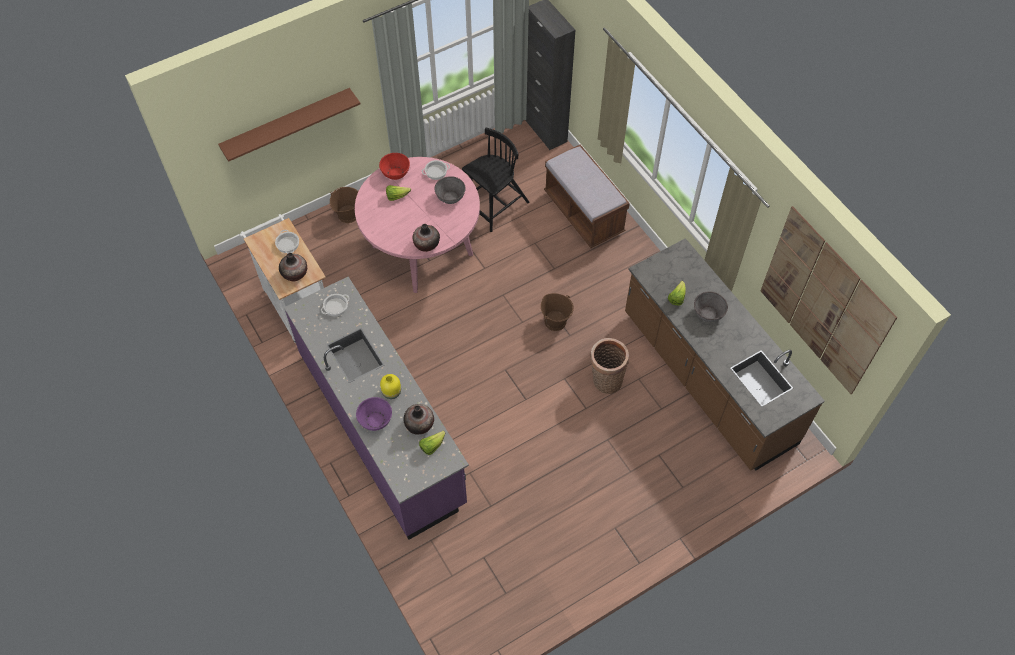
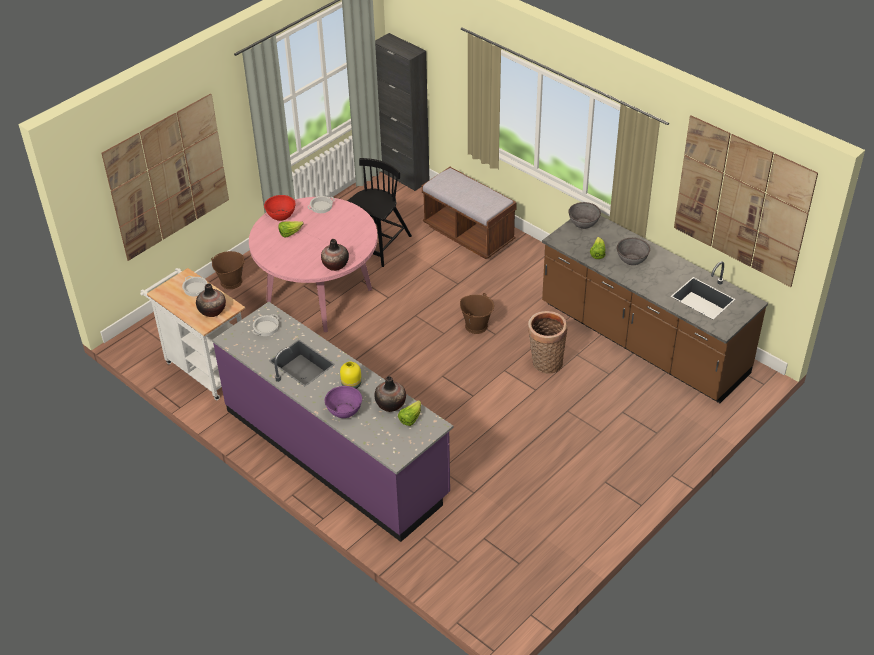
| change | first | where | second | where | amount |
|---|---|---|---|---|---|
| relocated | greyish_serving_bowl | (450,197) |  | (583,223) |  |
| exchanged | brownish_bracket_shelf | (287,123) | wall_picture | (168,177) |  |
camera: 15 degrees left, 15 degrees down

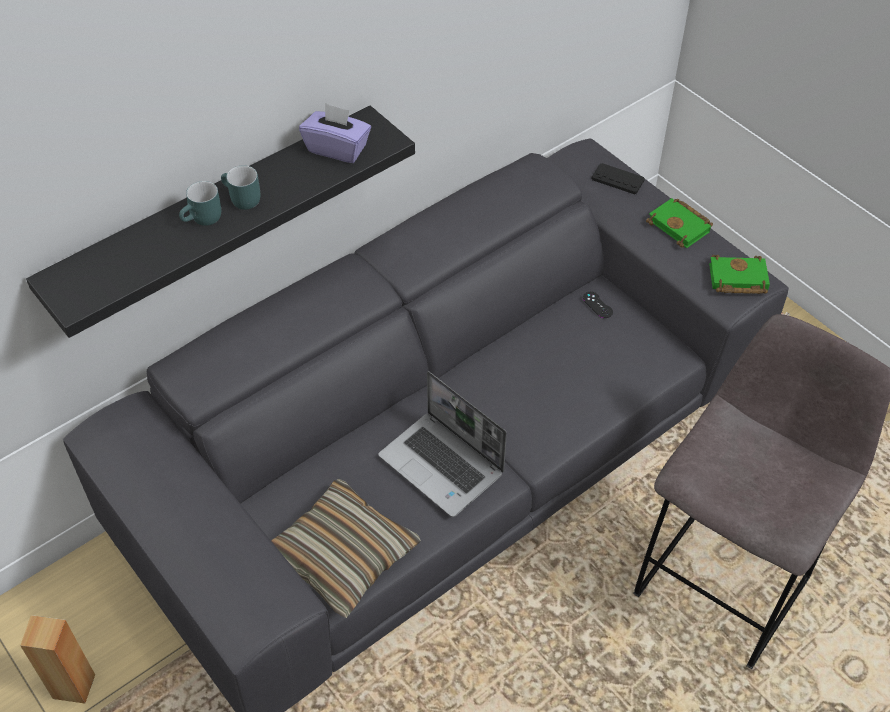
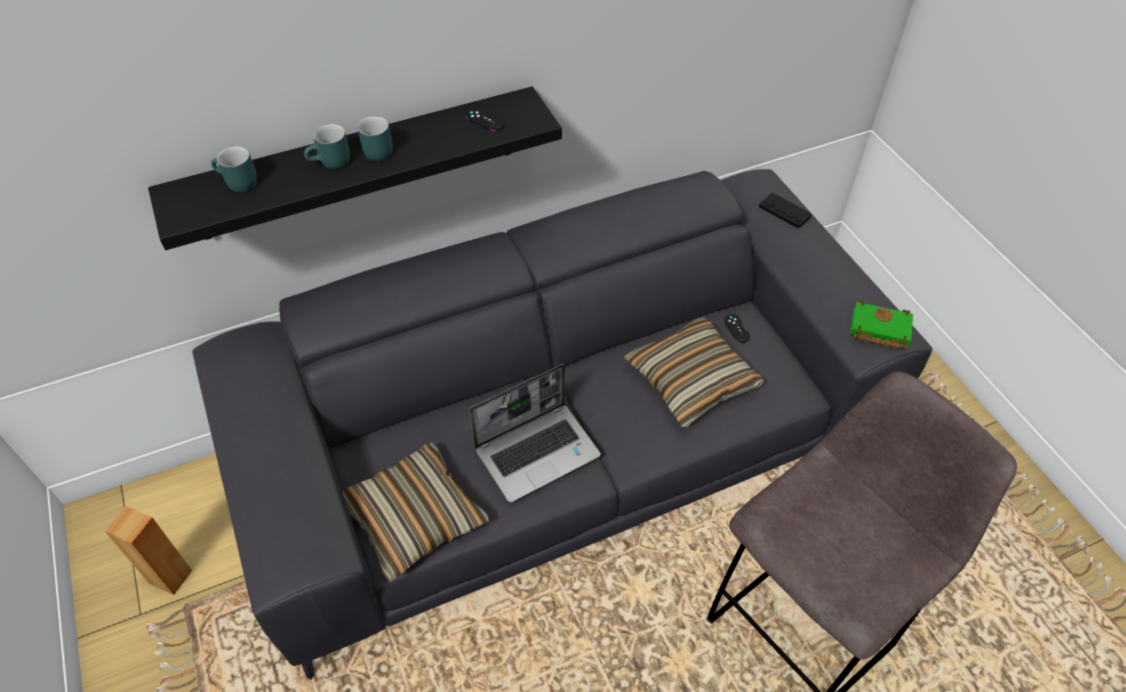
| change | first | where | second | where | amount |
|---|---|---|---|---|---|
| missing | green-coloured_volume | (681,226) |  |  |  |
| appeared |  |  | turquoise-coloured_tea_mug | (237,184) |  |
| appeared |  |  | cushion | (691,380) |  |
| exchanged | purplish_box_of_tissues | (337,148) | black-coloured_gamepad | (485,120) |  |
| spun | notebook_computer | (443,465) |  | (538,451) | 90 degrees counterclockwise |
camera: 15 degrees right, 0 degrees up

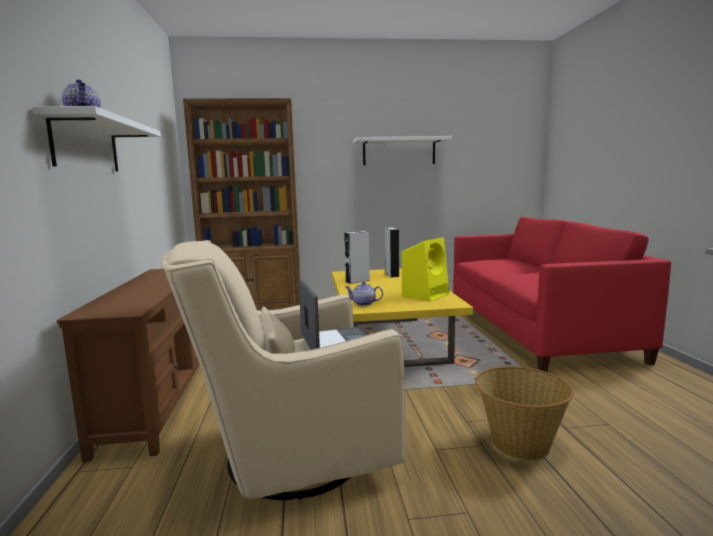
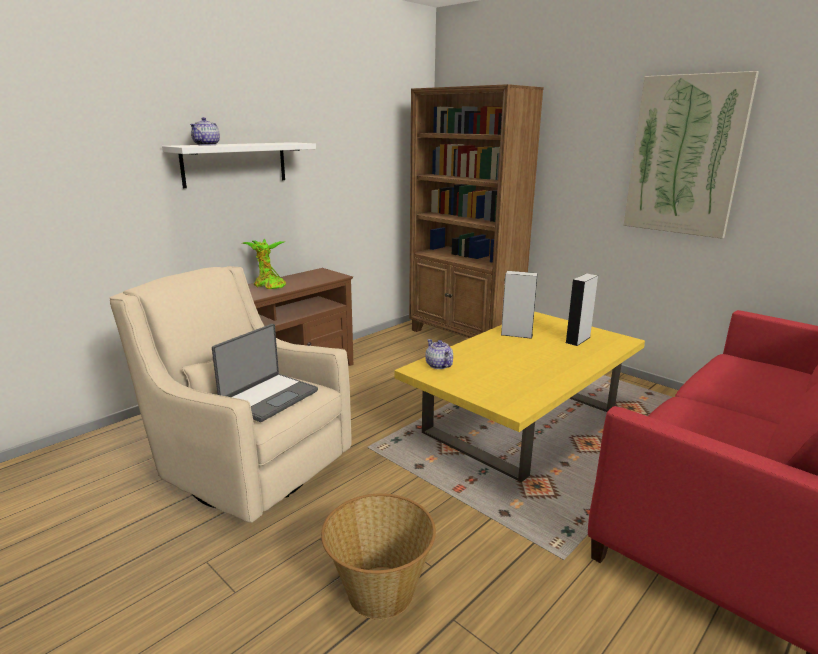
| change | first | where | second | where | amount |
|---|---|---|---|---|---|
| missing | yellow-coloured_loudspeaker | (426,295) |  |  |  |
| appeared |  |  | houseplant | (268,286) |  |
| exchanged | white-coloured_bracket_shelf | (399,152) | wall_picture | (685,156) |  |
camera: 50 degrees right, 10 degrees up

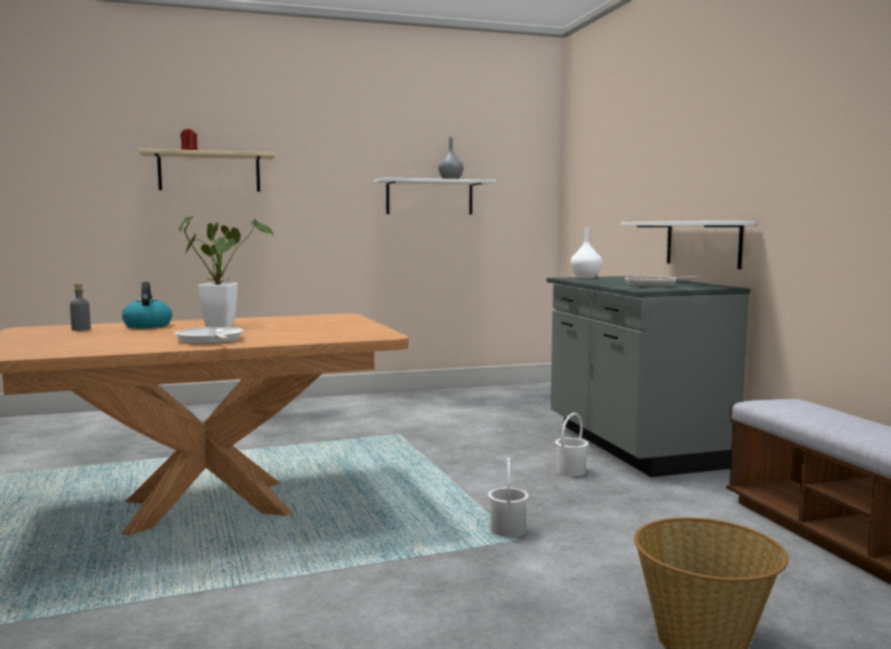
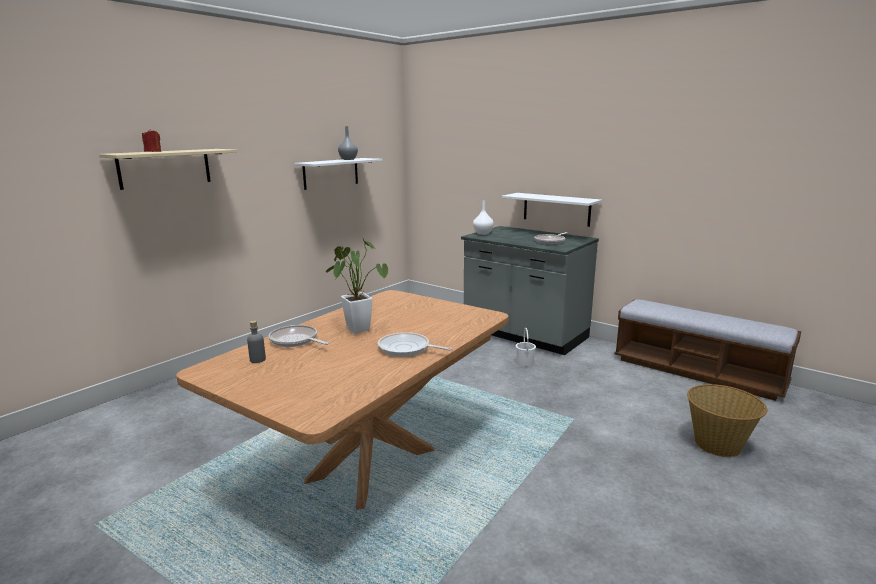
| change | first | where | second | where | amount |
|---|---|---|---|---|---|
| missing | white-coloured_pail | (508,530) |  |  |  |
| exchanged | kettle | (147,325) | frying_pan | (295,341) |  |
camera: 35 degrees left, 10 degrees up

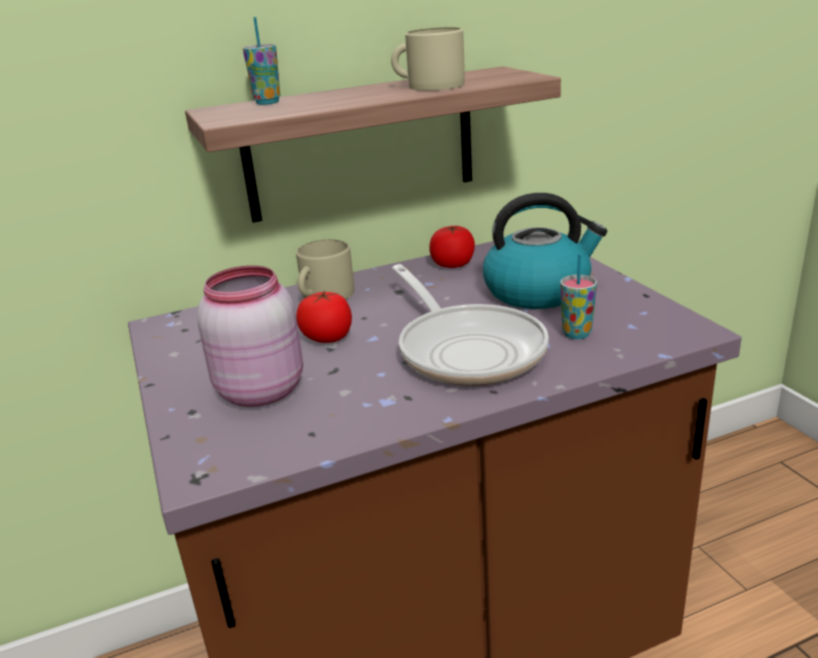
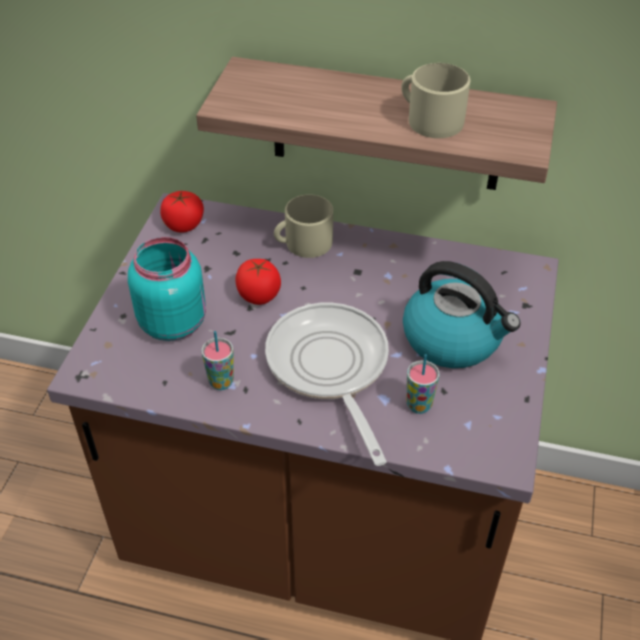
| change | first | where | second | where | amount |
|---|---|---|---|---|---|
| relocated | cup | (267,102) |  | (221,382) |  |
| relocated | tomato | (453,264) |  | (184,225) |  |
| colour | pink_storage_jar | (259,390) | turquoise-coloured_storage_jar | (173,321) |  |
| spun | frying_pan | (466,349) |  | (330,368) | 150 degrees clockwise |
camera: 35 degrees right, 20 degrees up

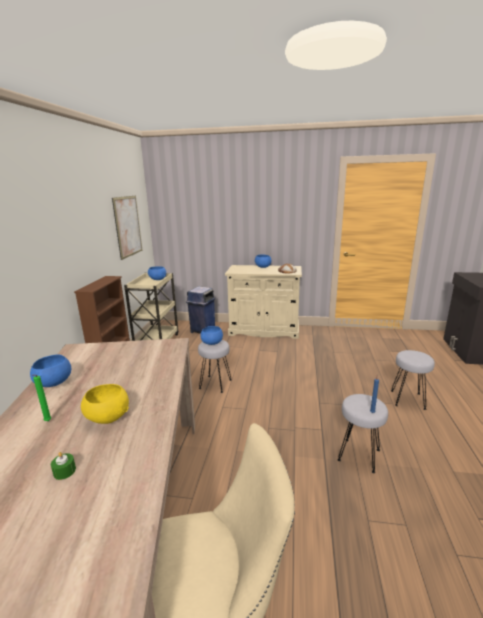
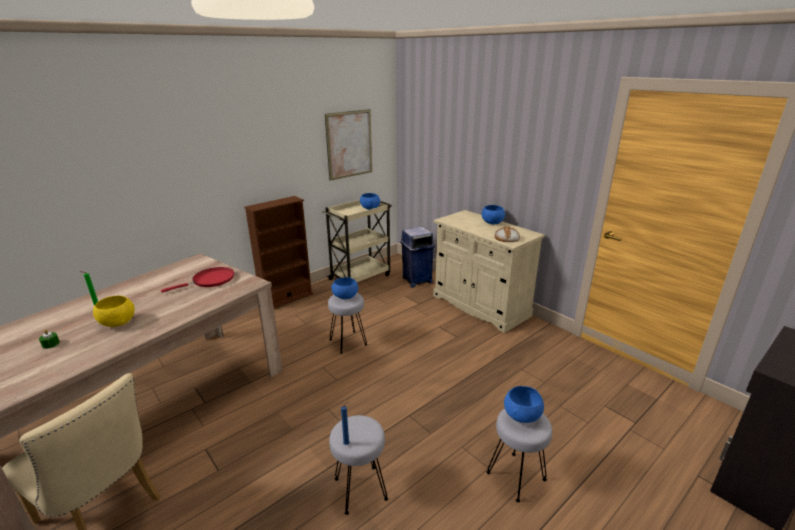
| change | first | where | second | where | amount |
|---|---|---|---|---|---|
| appeared |  |  | reddish_frying_pan | (210,280) |  |
| relocated | blue-coloured_serving_bowl | (54,384) |  | (522,417) |  |
camera: 40 degrees right, 5 degrees up

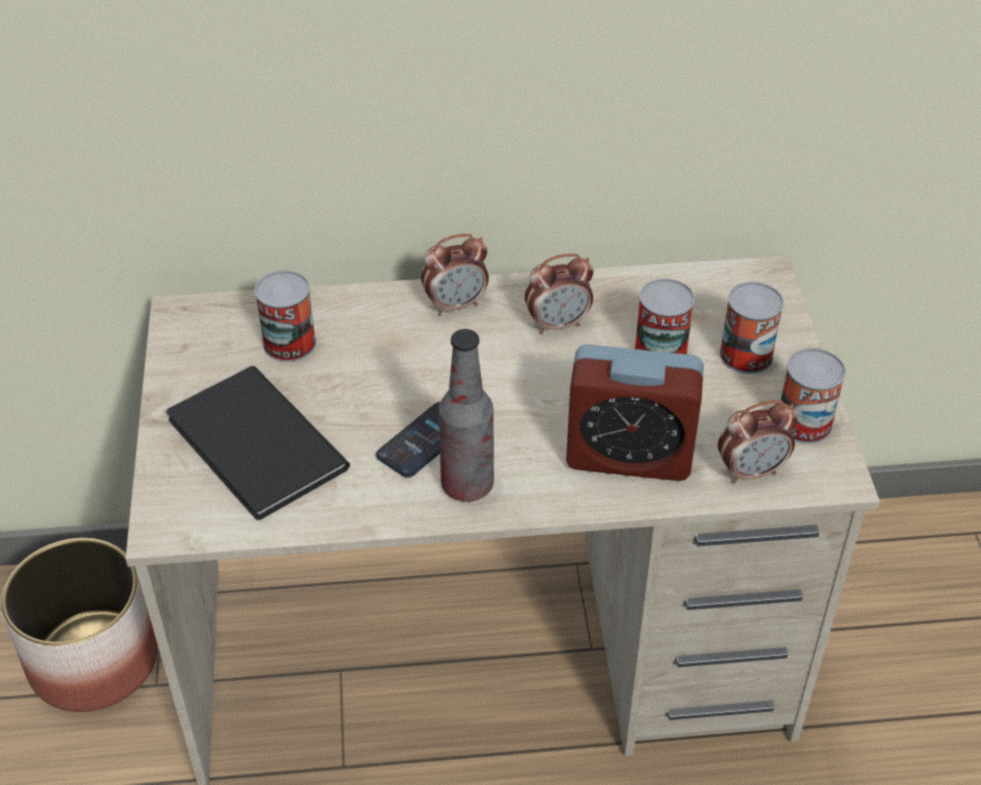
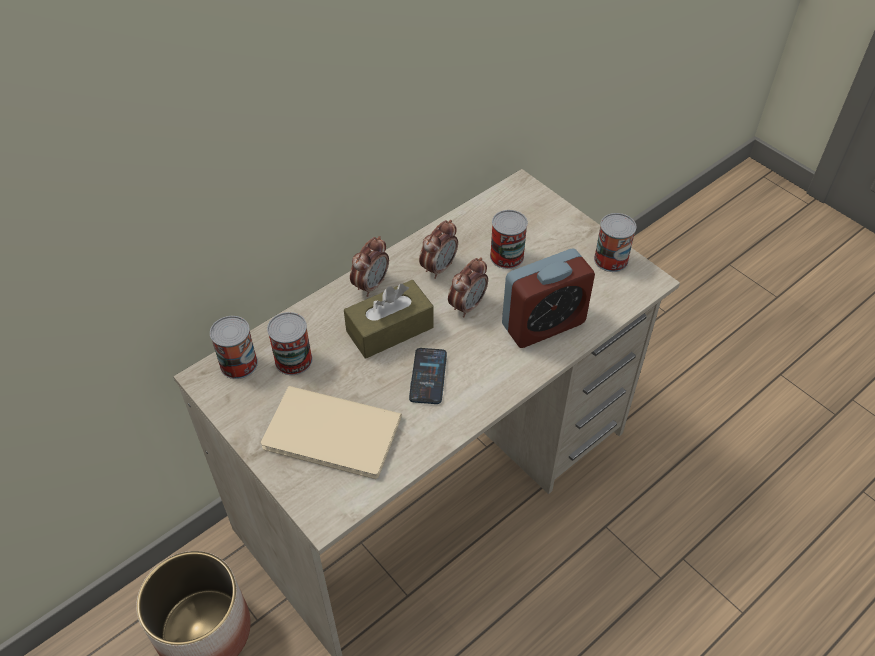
| change | first | where | second | where | amount |
|---|---|---|---|---|---|
| missing | drink_bottle | (467,485) |  |  |  |
| appeared |  |  | brownish_box_of_tissues | (389,329) |  |
| relocated | table_clock | (751,471) |  | (467,306) |  |
| relocated | can | (746,355) |  | (238,363) |  |
| colour | black-coloured_volume | (255,448) | beige_volume | (334,436) |  |
camera: 35 degrees left, 5 degrees up

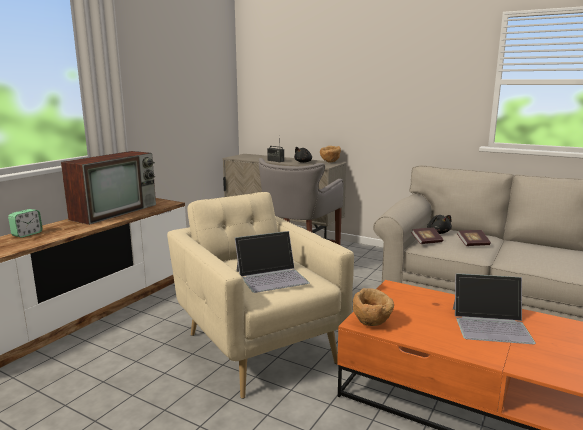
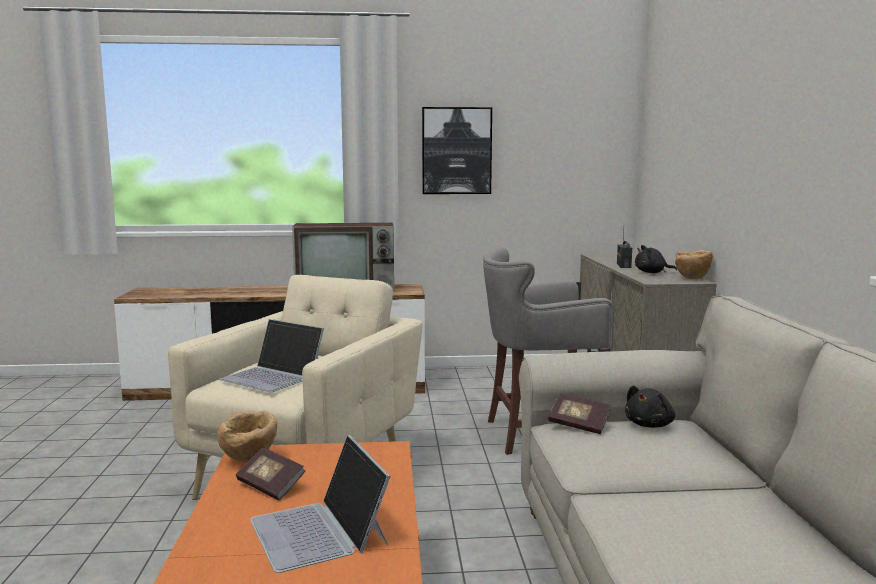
| change | first | where | second | where | amount |
|---|---|---|---|---|---|
| missing | table_clock | (27,234) |  |  |  |
| appeared |  |  | wall_picture | (456,151) |  |
| relocated | volume | (473,244) |  | (270,486) |  |
camera: 55 degrees right, 5 degrees down

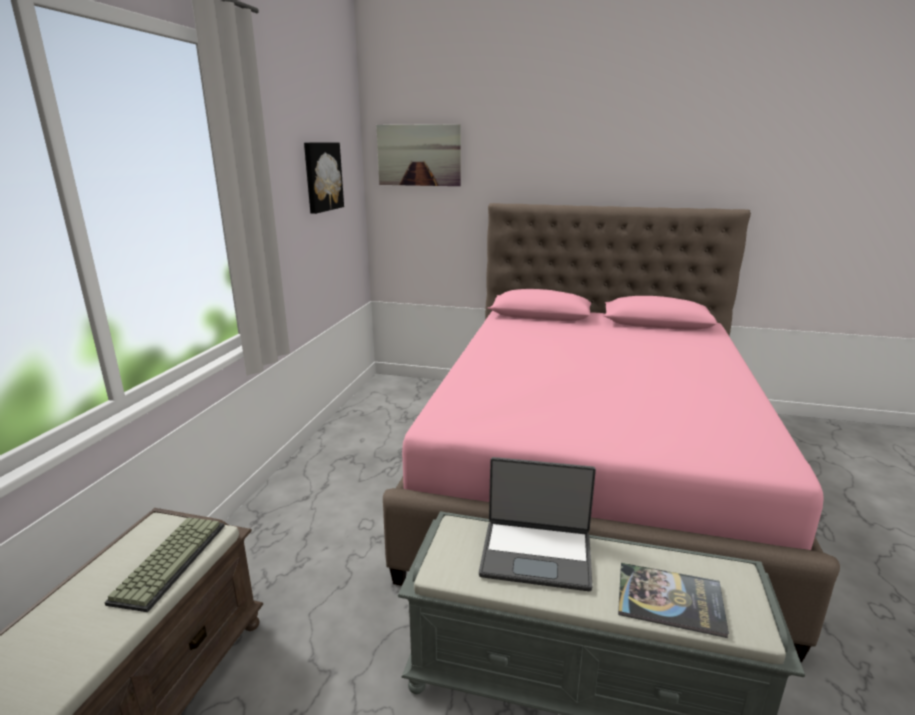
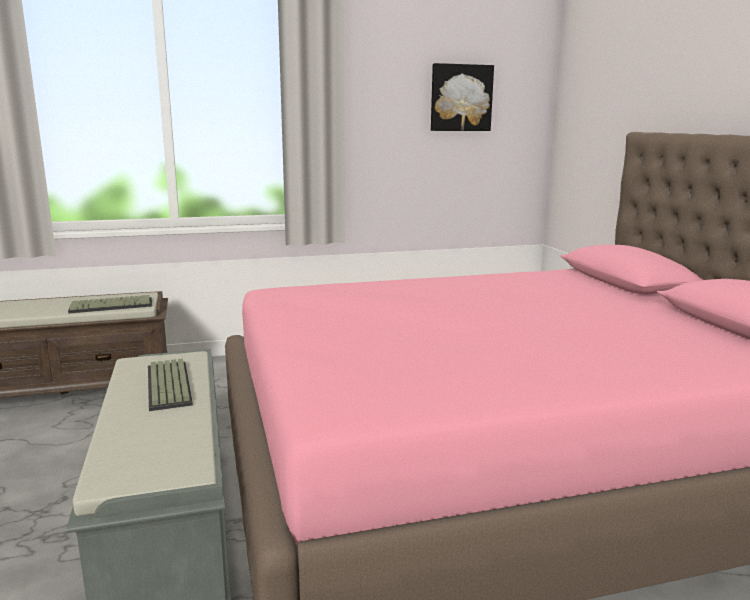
| change | first | where | second | where | amount |
|---|---|---|---|---|---|
| missing | wall_picture | (419,155) |  |  |  |
| missing | volume | (669,600) |  |  |  |
| exchanged | notebook_computer | (536,554) | computer_keyboard | (170,385) |  |
camera: 60 degrees right, 5 degrees down

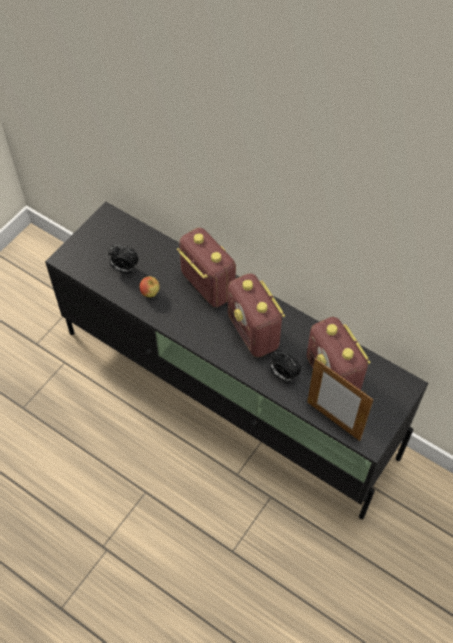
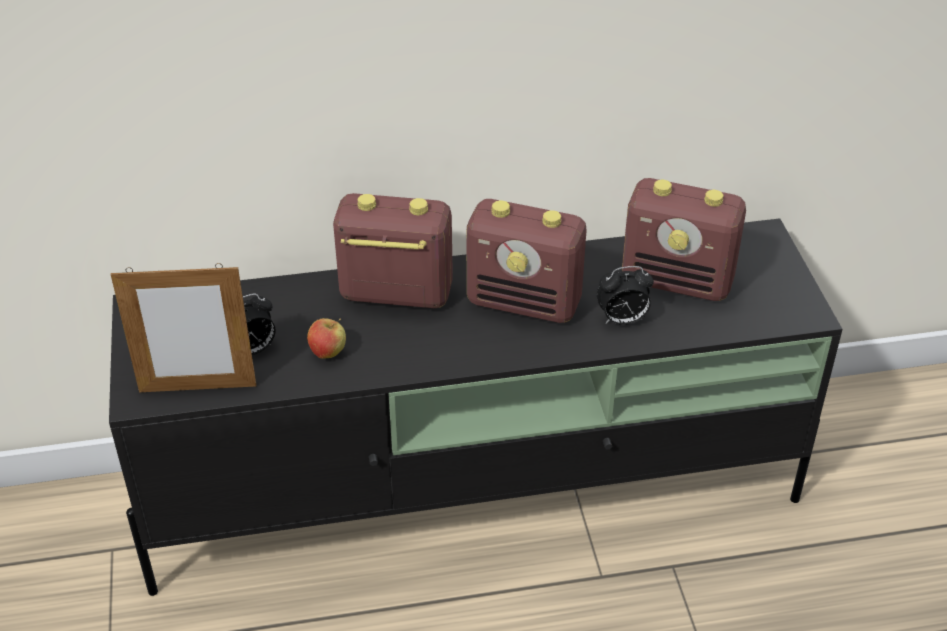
| change | first | where | second | where | amount |
|---|---|---|---|---|---|
| relocated | photo_frame | (333,421) |  | (198,388) |  |
camera: 45 degrees left, 15 degrees down

